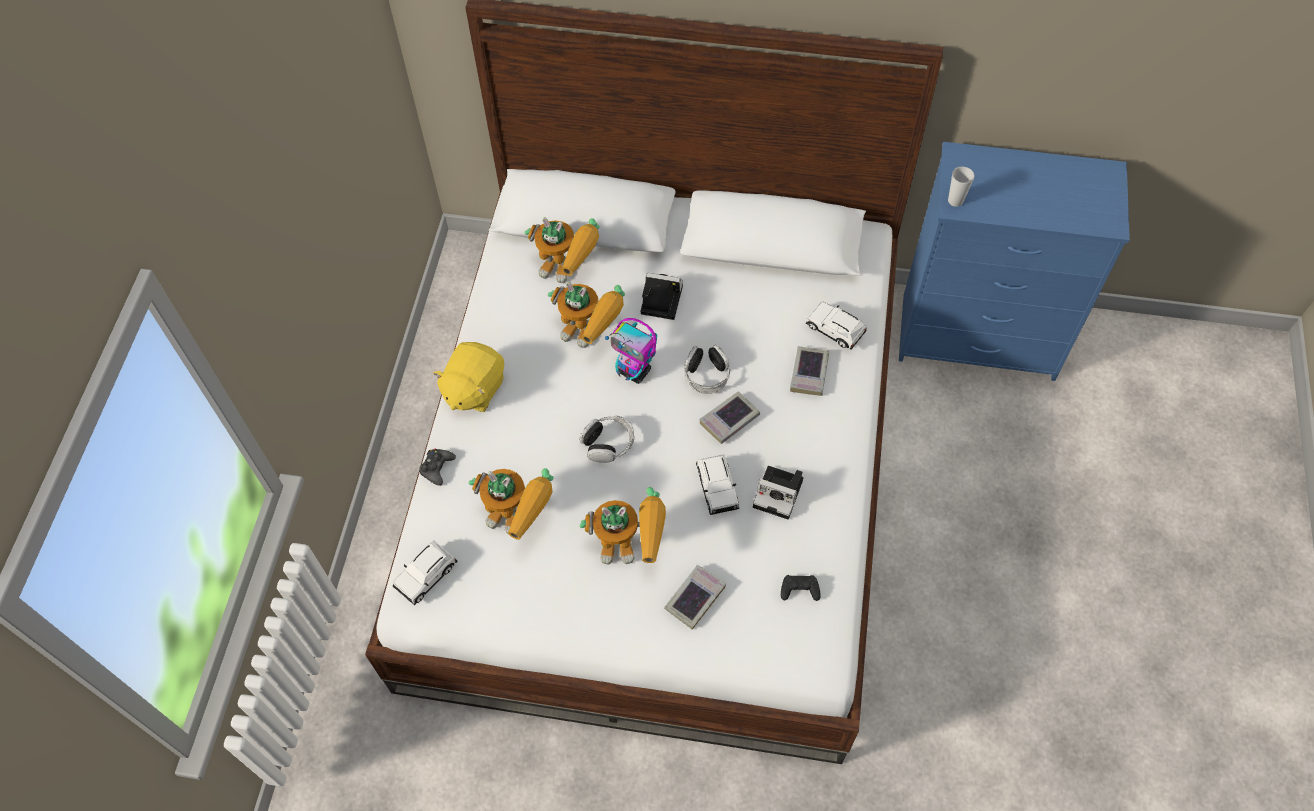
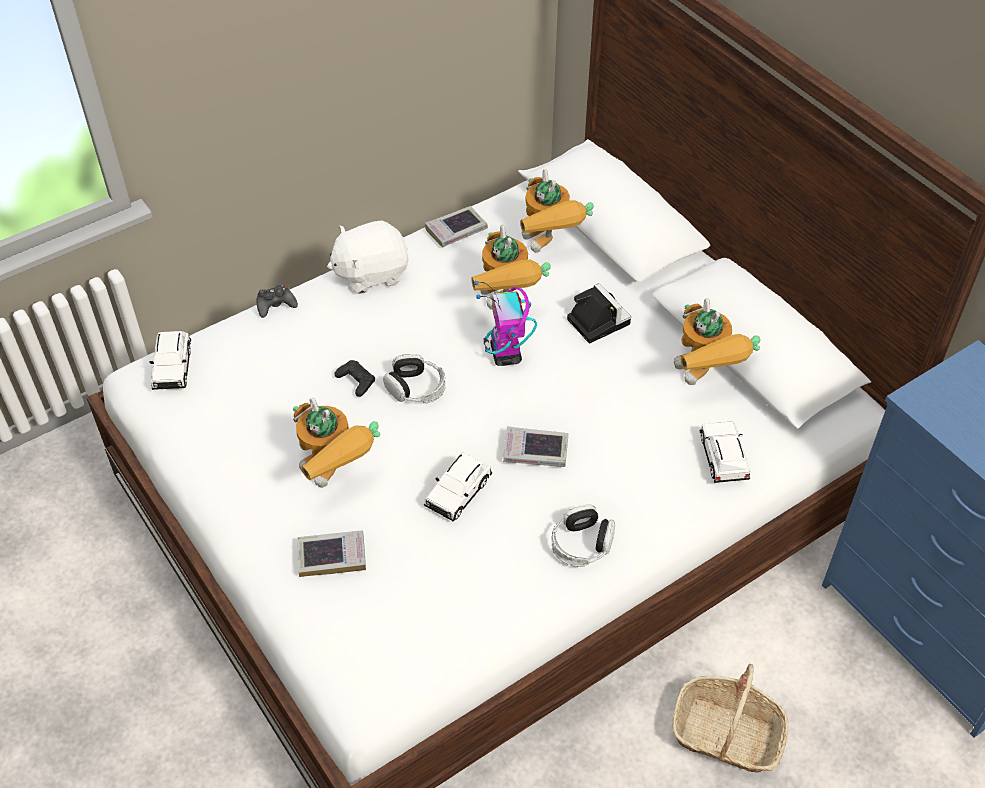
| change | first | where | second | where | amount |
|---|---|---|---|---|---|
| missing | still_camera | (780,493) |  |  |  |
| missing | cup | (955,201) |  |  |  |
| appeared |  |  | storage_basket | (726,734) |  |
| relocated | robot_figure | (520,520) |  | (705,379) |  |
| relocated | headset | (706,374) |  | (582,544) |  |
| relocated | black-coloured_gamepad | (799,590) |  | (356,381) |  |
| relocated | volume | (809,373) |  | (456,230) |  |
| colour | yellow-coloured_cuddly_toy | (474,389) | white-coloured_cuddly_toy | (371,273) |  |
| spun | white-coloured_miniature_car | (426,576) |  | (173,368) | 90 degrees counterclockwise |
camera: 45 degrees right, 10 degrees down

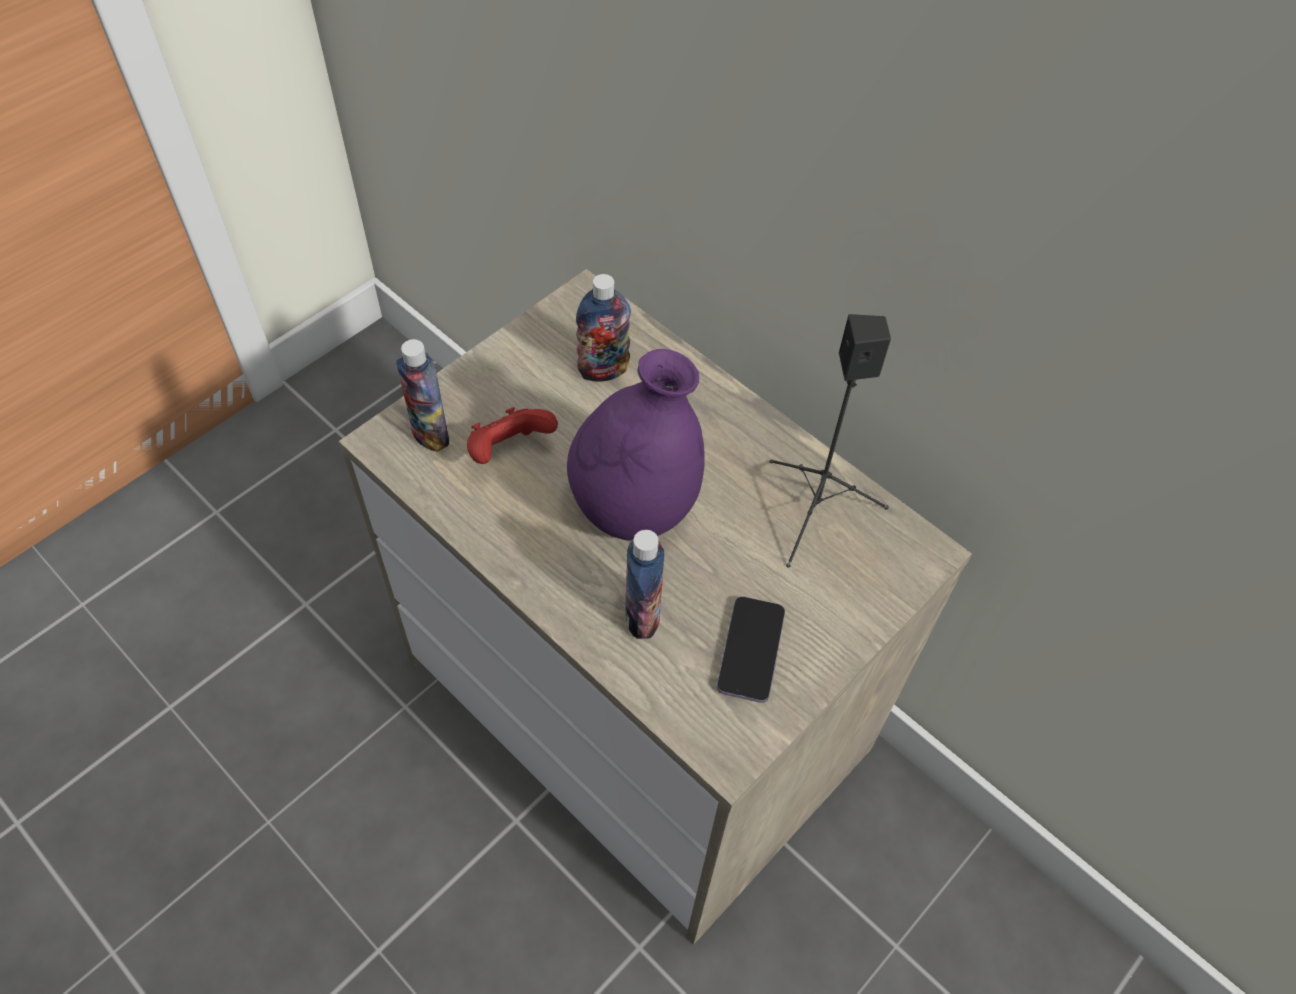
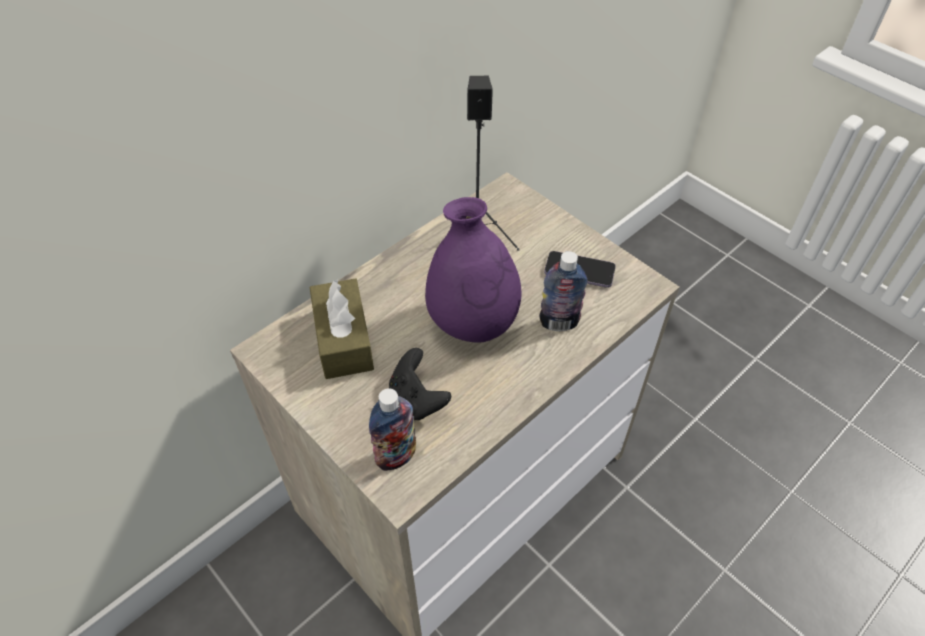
| change | first | where | second | where | amount |
|---|---|---|---|---|---|
| exchanged | drink_bottle | (603,370) | brownish_box_of_tissues | (343,339) |  |
| colour | reddish_gamepad | (509,450) | black-coloured_gamepad | (417,400) |  |
camera: 85 degrees left, 5 degrees down

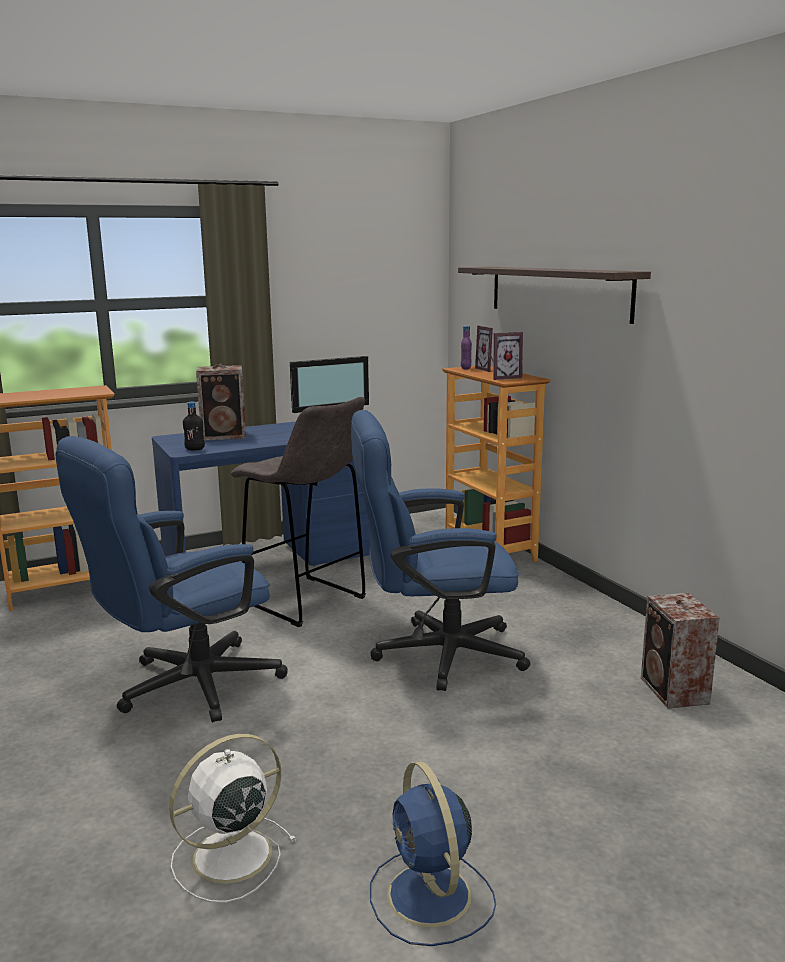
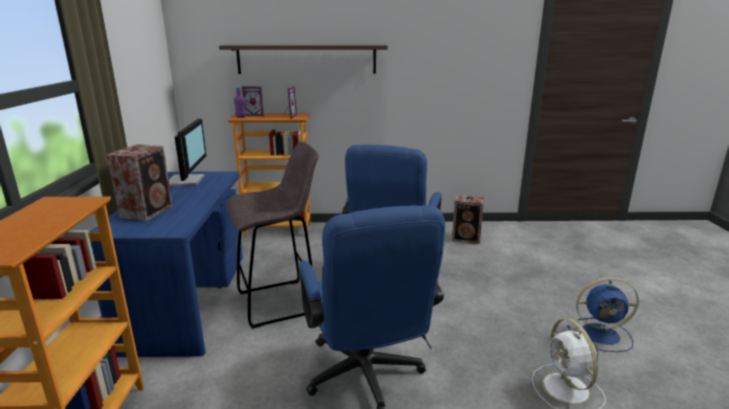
| change | first | where | second | where | amount |
|---|---|---|---|---|---|
| missing | black-coloured_drink_bottle | (195,449) |  |  |  |
camera: 65 degrees left, 5 degrees up

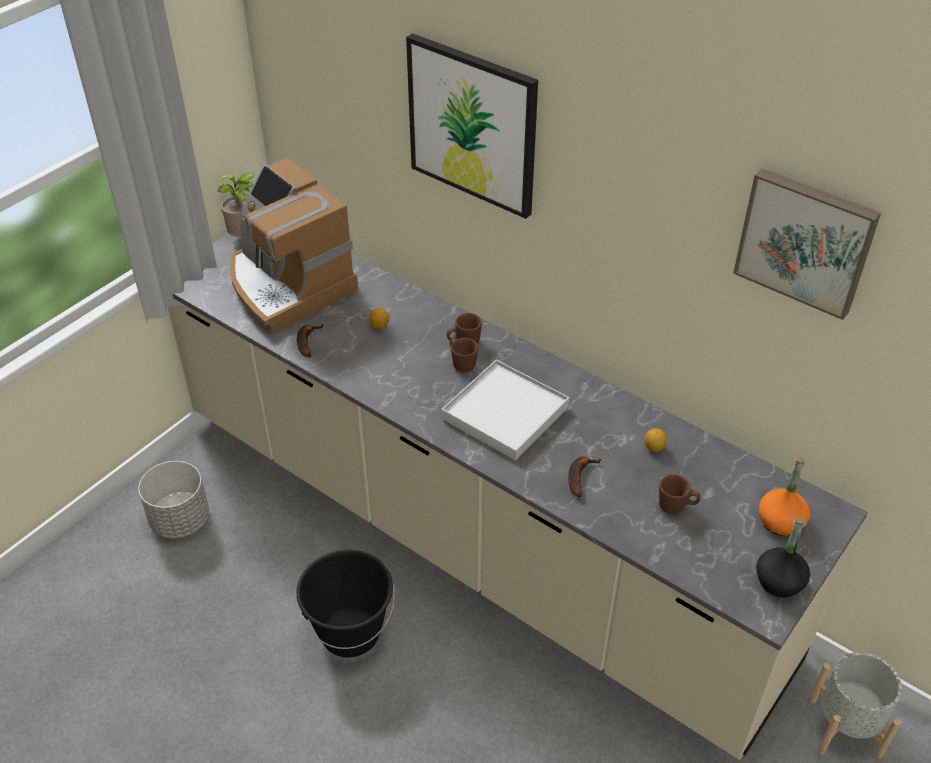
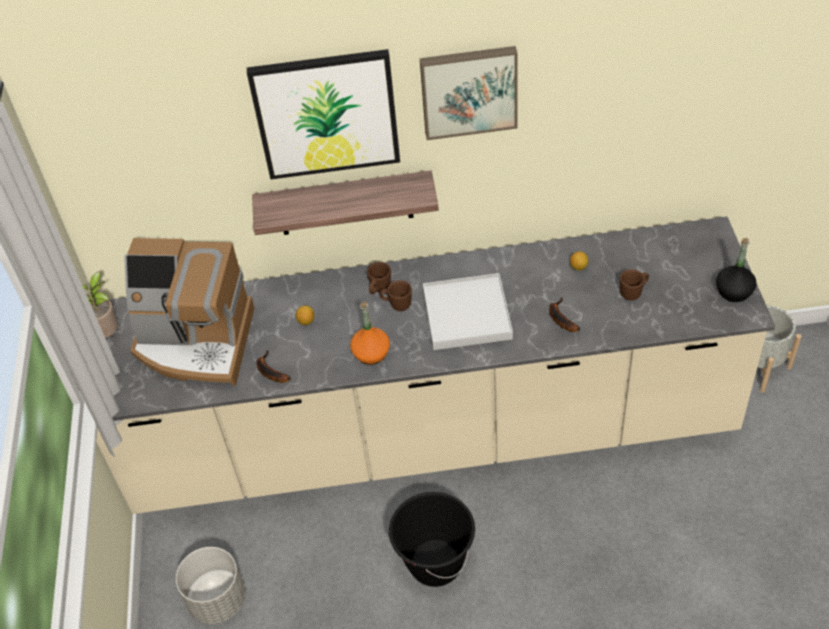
| change | first | where | second | where | amount |
|---|---|---|---|---|---|
| appeared |  |  | bracket_shelf | (345,203) |  |
| relocated | wall_picture | (806,241) |  | (469,90) |  |
| relocated | orangey_drink_bottle | (780,522) |  | (371,353) |  |
camera: 40 degrees left, 5 degrees up

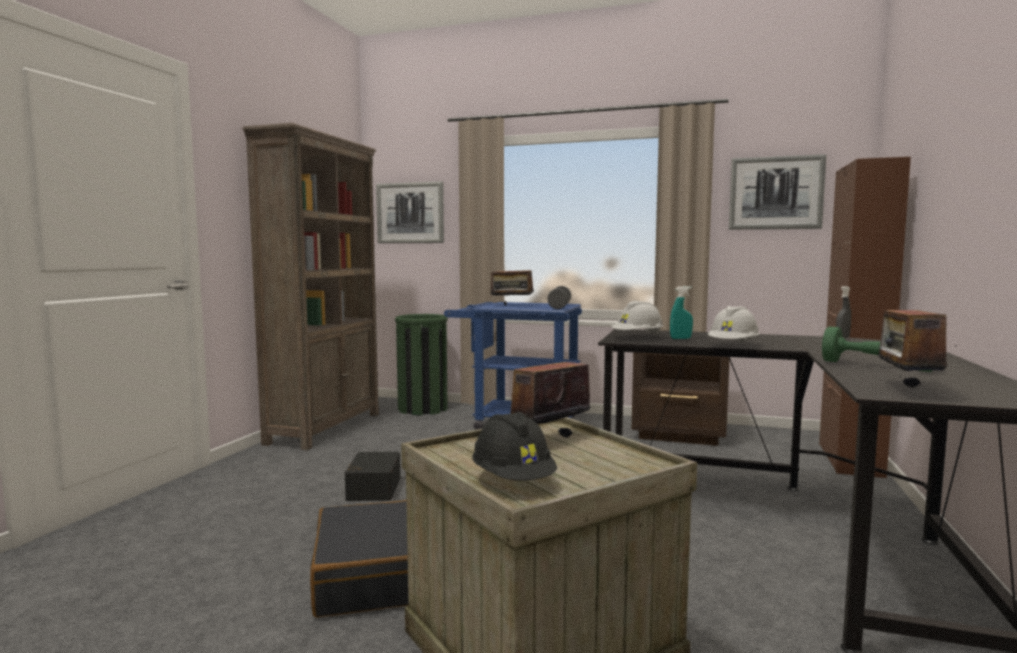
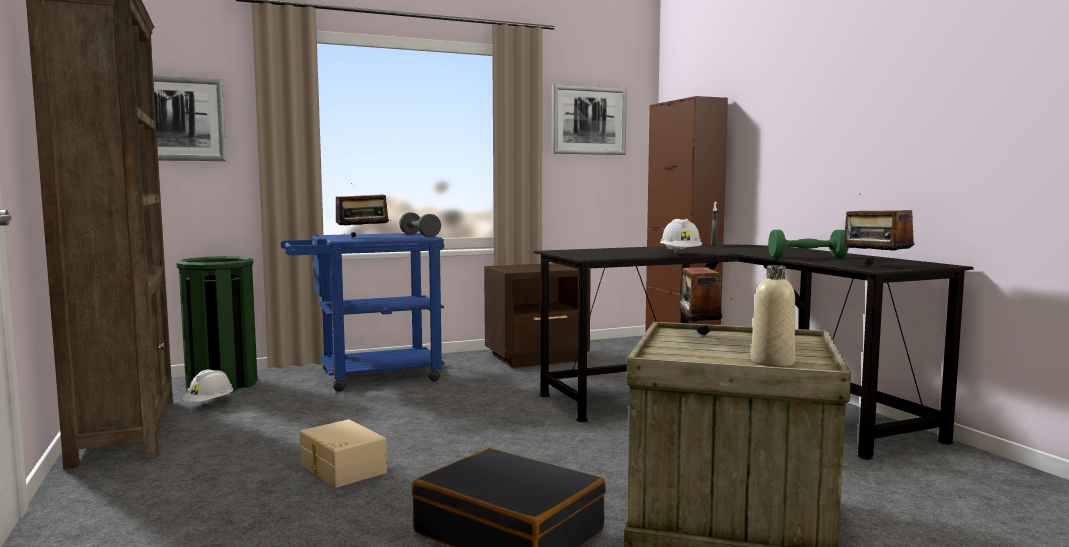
| change | first | where | second | where | amount |
|---|---|---|---|---|---|
| missing | turquoise-coloured_sprayer | (680,338) |  |  |  |
| relocated | white-coloured_safety_helmet | (638,337) |  | (209,404) |  |
| exchanged | black-coloured_safety_helmet | (513,480) | beige_drink_bottle | (772,362) |  |
| colour | black-coloured_storage_box | (372,488) | beige_storage_box | (341,469) |  |
camera: 40 degrees left, 0 degrees up

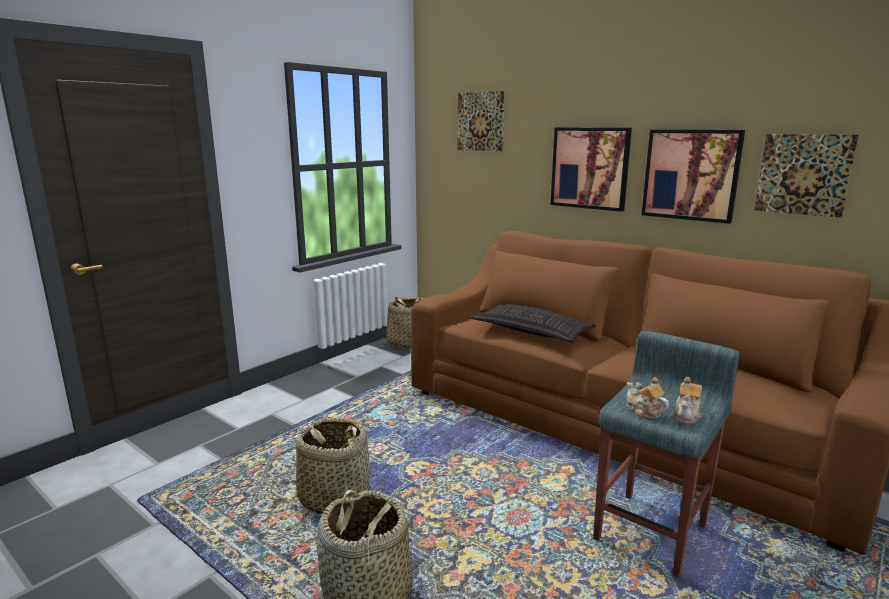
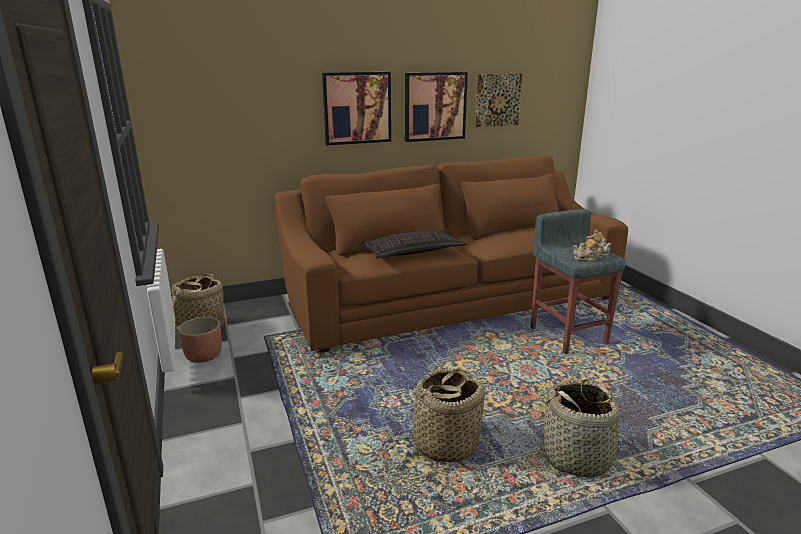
| change | first | where | second | where | amount |
|---|---|---|---|---|---|
| missing | wall_picture | (480,121) |  |  |  |
| appeared |  |  | flower_pot | (203,355) |  |
camera: 60 degrees left, 5 degrees up

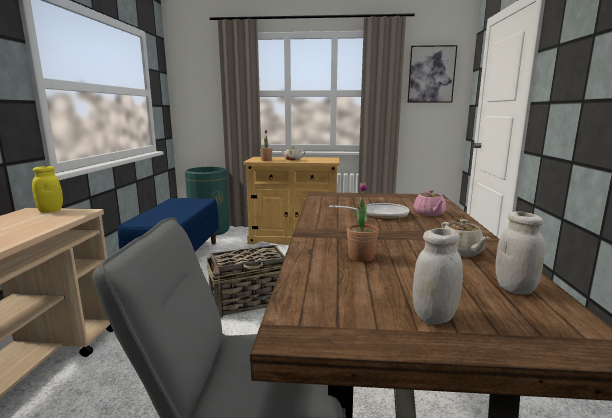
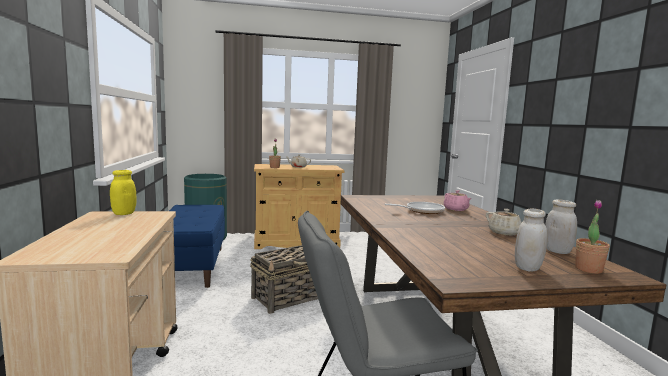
| change | first | where | second | where | amount |
|---|---|---|---|---|---|
| missing | wall_picture | (431,74) |  |  |  |
| relocated | houseplant | (361,257) |  | (588,269) |  |
camera: 15 degrees left, 5 degrees down

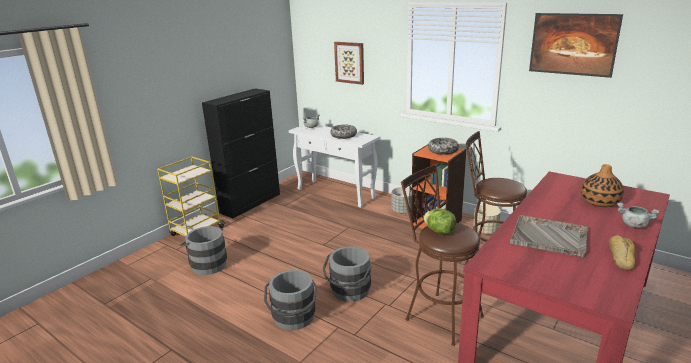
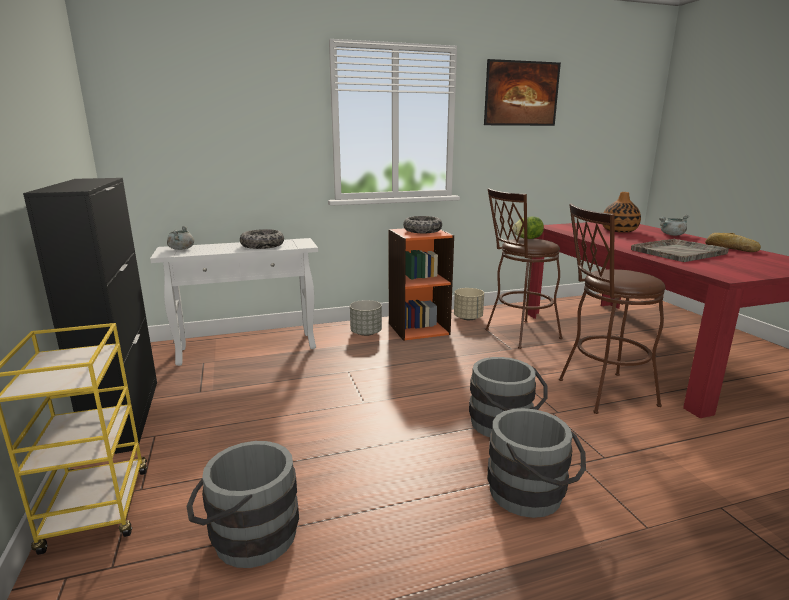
| change | first | where | second | where | amount |
|---|---|---|---|---|---|
| missing | wall_picture | (350,62) |  |  |  |
| relocated | lettuce_head | (439,231) |  | (527,239) |  |
camera: 55 degrees left, 5 degrees down

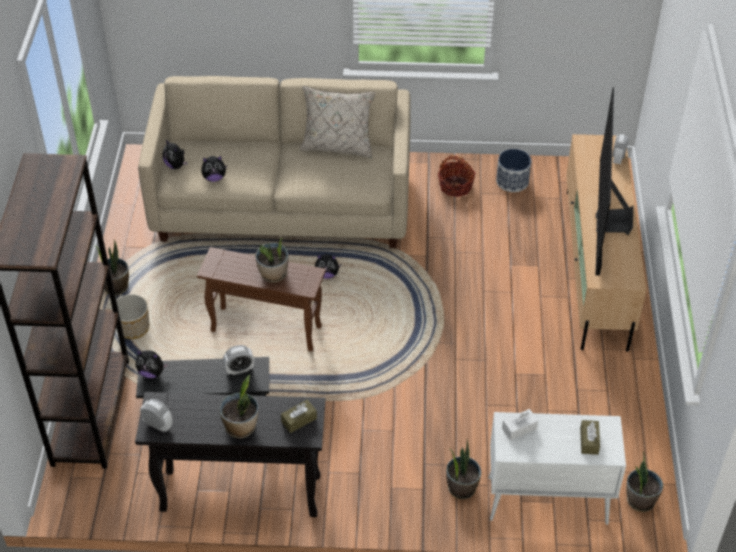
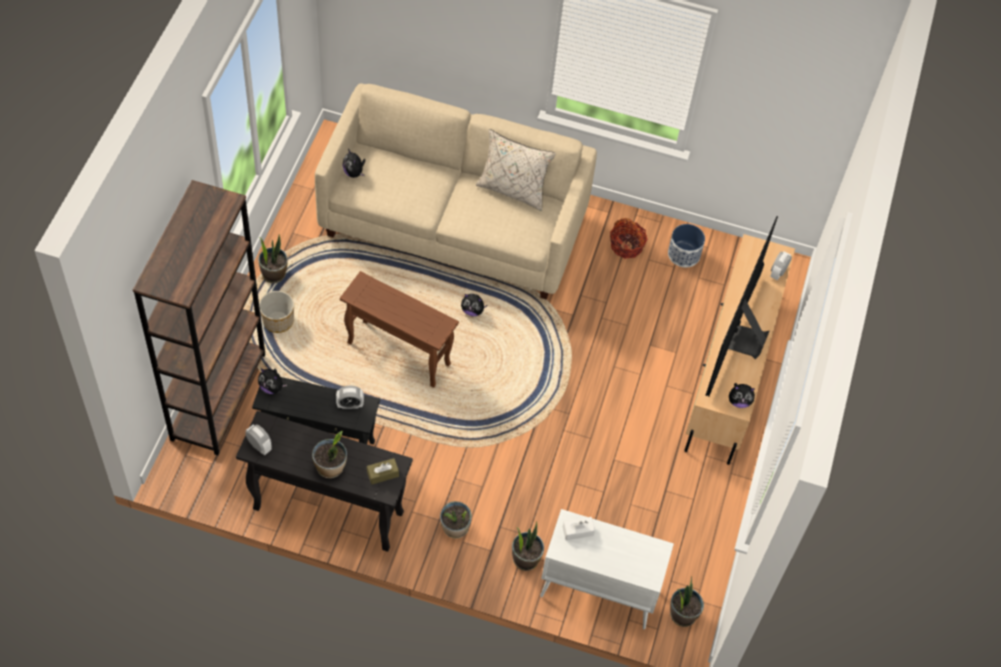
| change | first | where | second | where | amount |
|---|---|---|---|---|---|
| missing | brownish_box_of_tissues | (589,441) |  |  |  |
| relocated | cuddly_toy | (214,178) |  | (739,401) |  |
| relocated | houseplant | (273,274) |  | (455,528) |  |
camera: 10 degrees right, 10 degrees up

